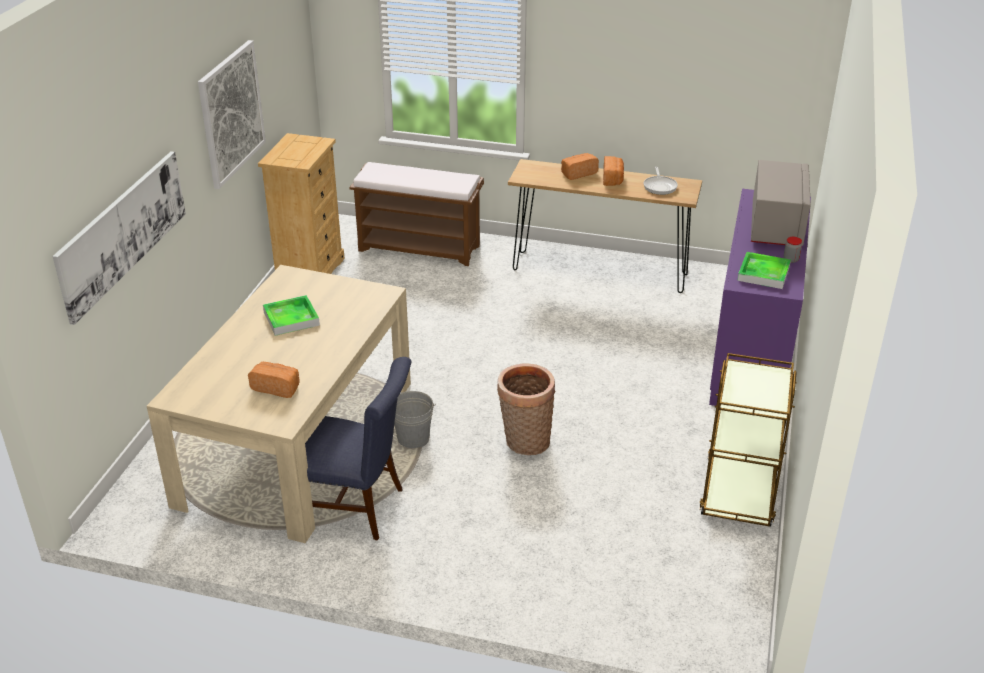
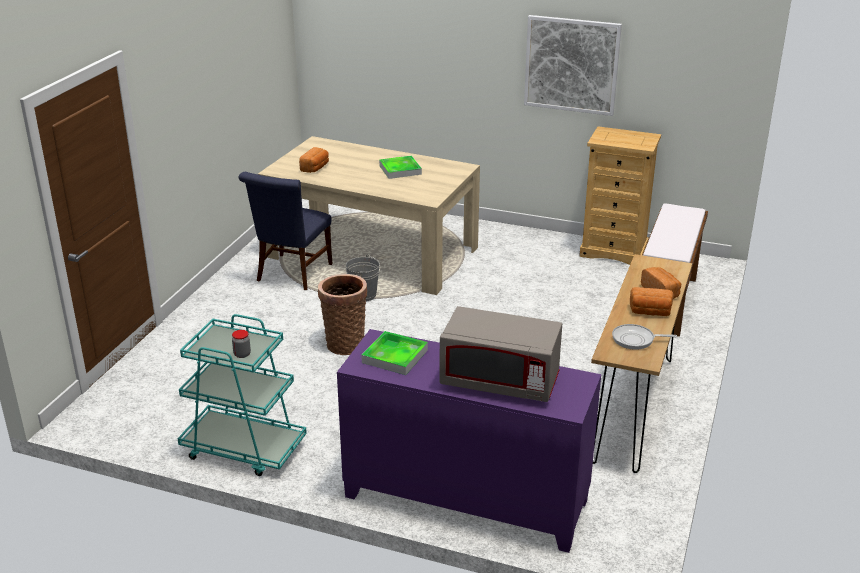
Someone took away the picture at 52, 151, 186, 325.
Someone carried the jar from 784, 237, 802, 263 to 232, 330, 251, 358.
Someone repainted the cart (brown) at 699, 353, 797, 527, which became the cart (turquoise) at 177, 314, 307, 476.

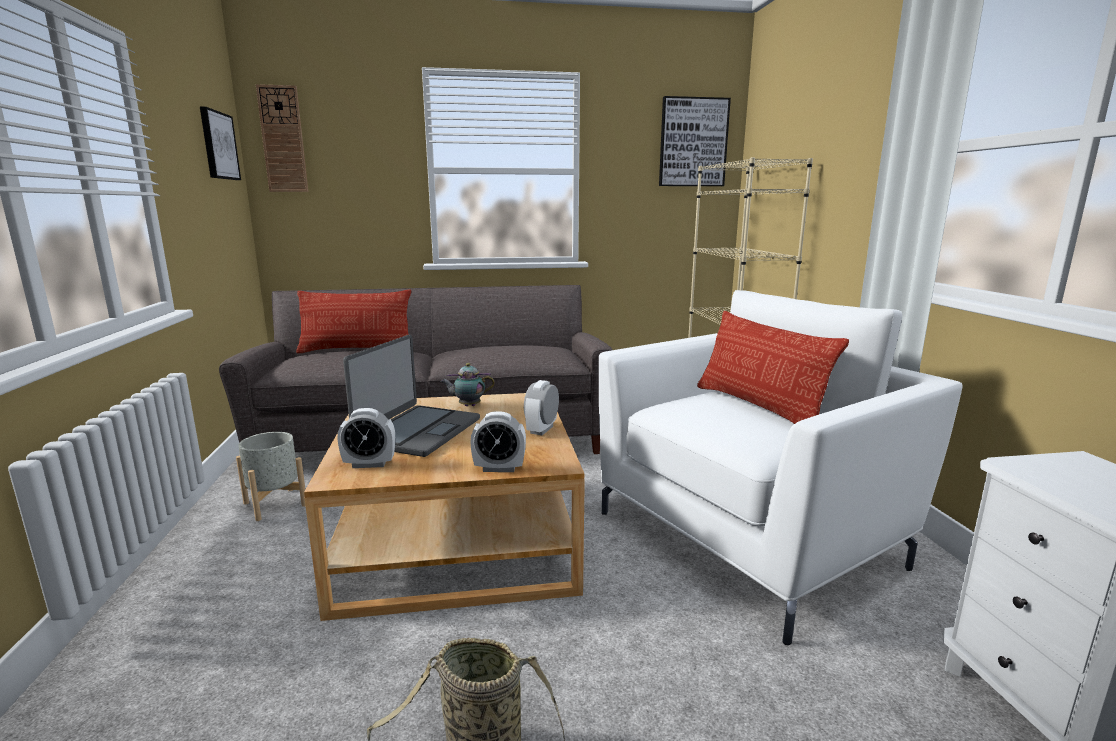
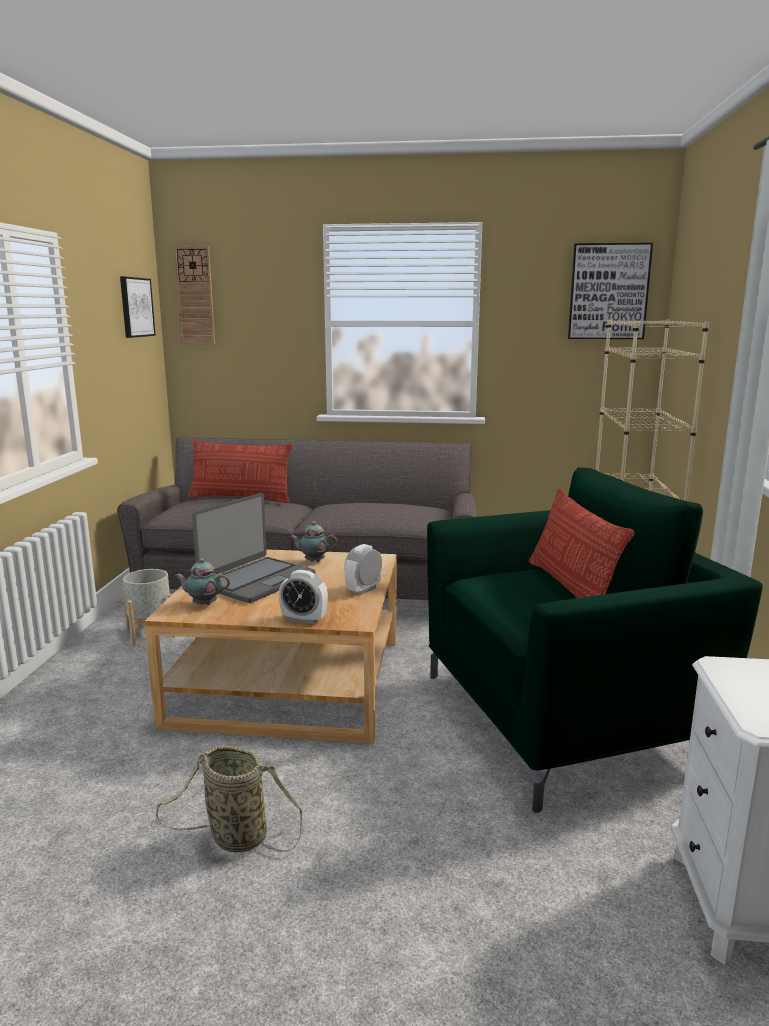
Someone swapped the alarm clock at 338, 408, 395, 468 for the teapot at 175, 559, 230, 605.
Someone repainted the armchair (white) at 599, 290, 963, 645, which became the armchair (green) at 427, 467, 763, 813.

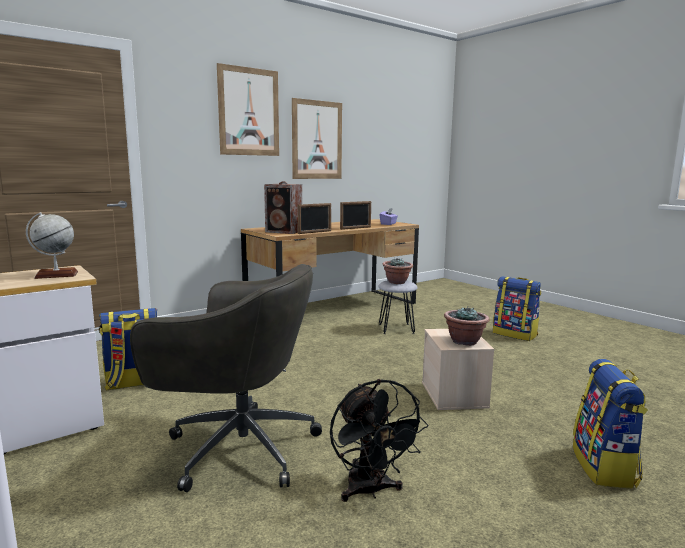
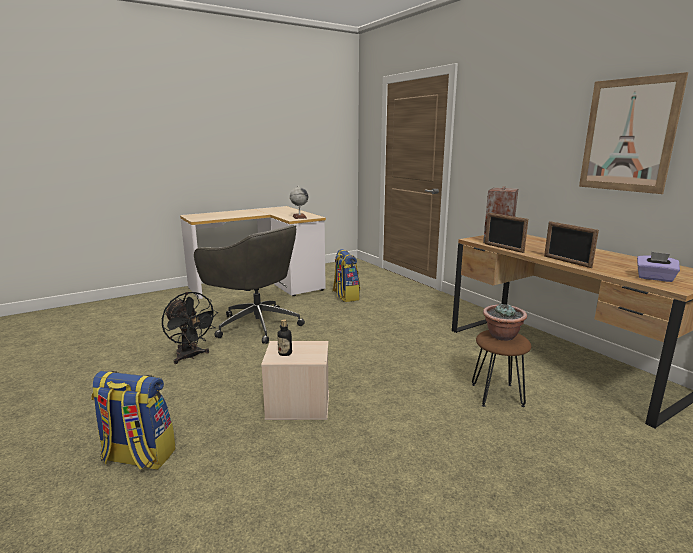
Someone took away the picture at 217, 63, 279, 156.
Someone took away the backpack at 493, 276, 541, 341.
Someone swapped the potted plant at 444, 307, 490, 346 for the bottle at 277, 319, 292, 356.
Someone repainted the stool (grey) at 379, 280, 418, 334, which became the stool (brown) at 472, 330, 531, 407.
Someone rotated the office chair (grey) at 130, 264, 322, 492 by 75 degrees counterclockwise.
Someone rotated the fan (black) at 330, 379, 428, 502 by 120 degrees counterclockwise.

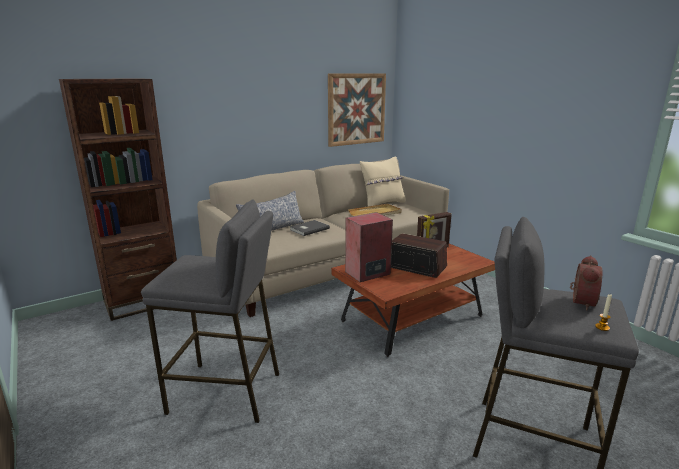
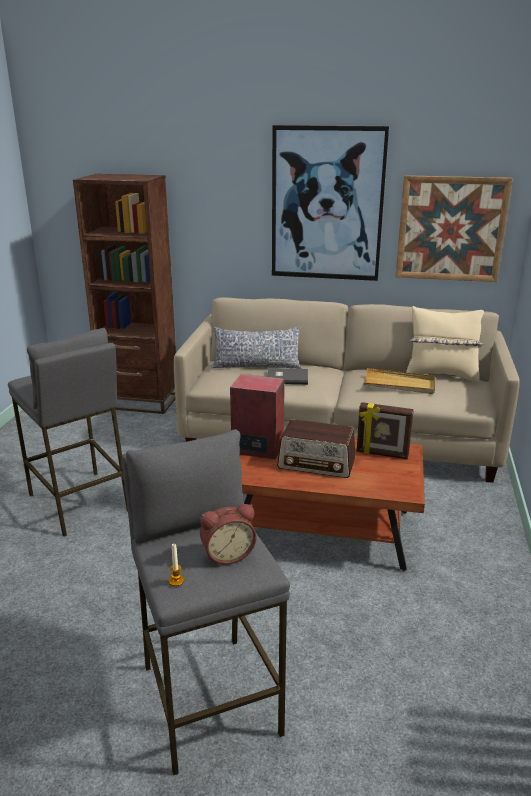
Someone put up the picture at 272, 125, 389, 281.
Someone rotated the radio at 391, 233, 447, 278 by 120 degrees clockwise.

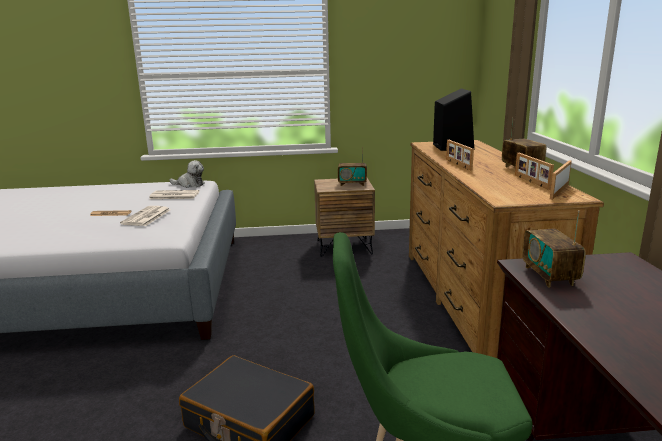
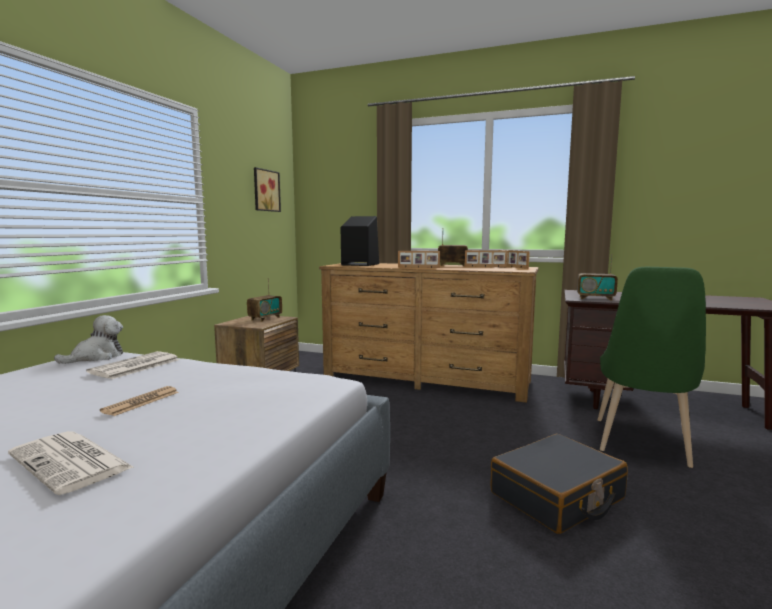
Someone put up the picture at 254, 167, 281, 212.
Someone carried the newspaper from 120, 206, 170, 226 to 8, 431, 135, 495.

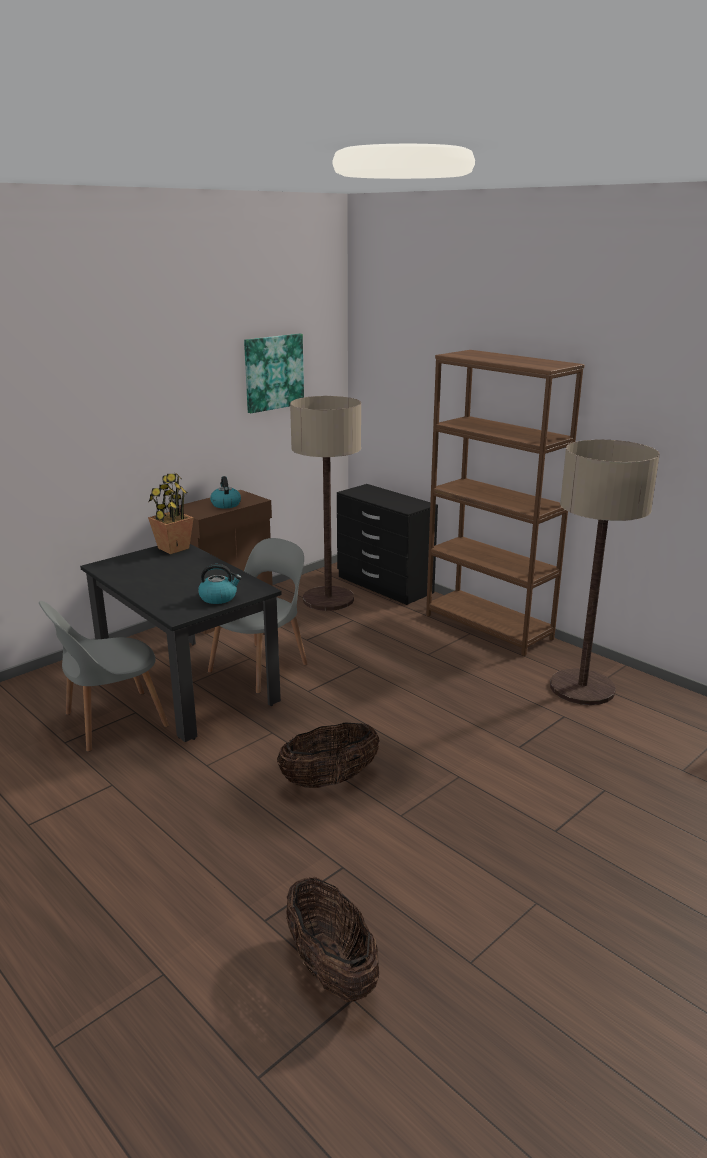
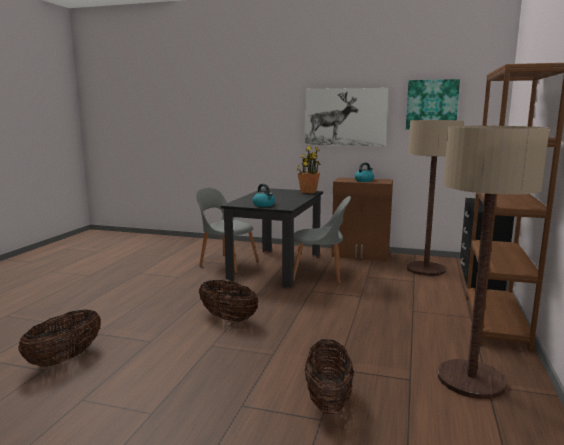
Someone put up the picture at 305, 88, 388, 146.
Someone put down the basket at 305, 339, 354, 414.

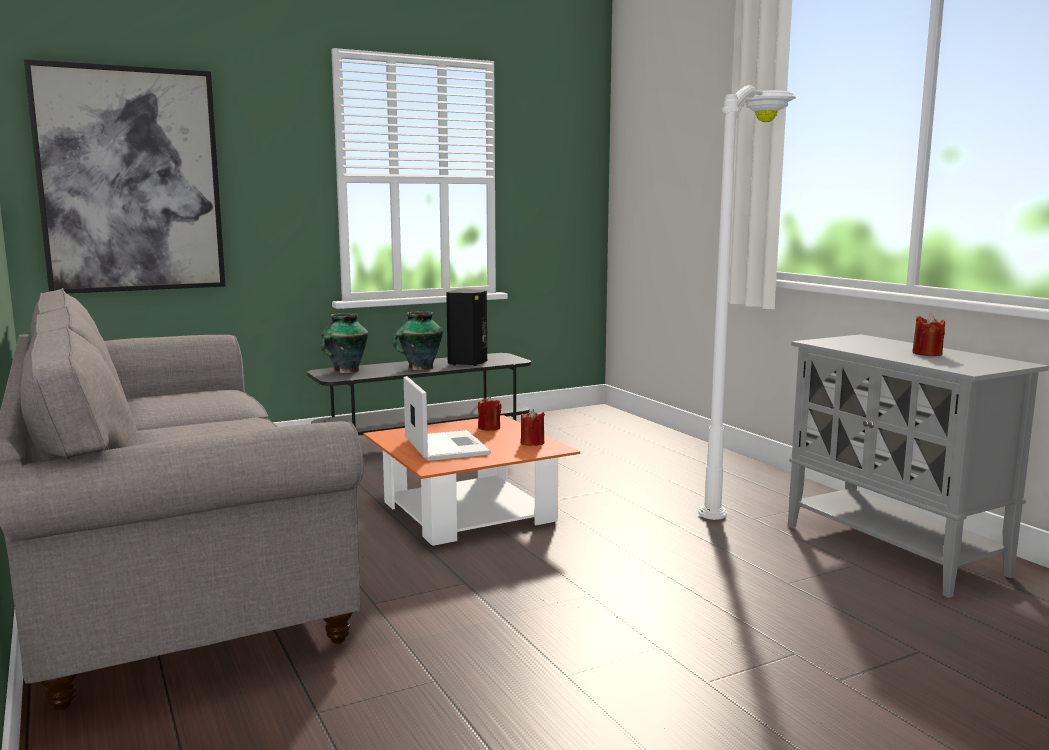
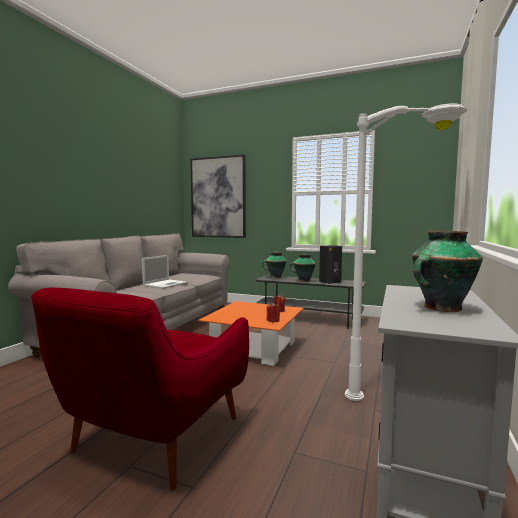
Someone put down the armchair (red) at 31, 288, 249, 490.
Someone carried the laptop from 404, 376, 491, 461 to 142, 255, 188, 289.
Someone swapped the candle (red) at 912, 314, 945, 356 for the vase at 412, 231, 483, 312.

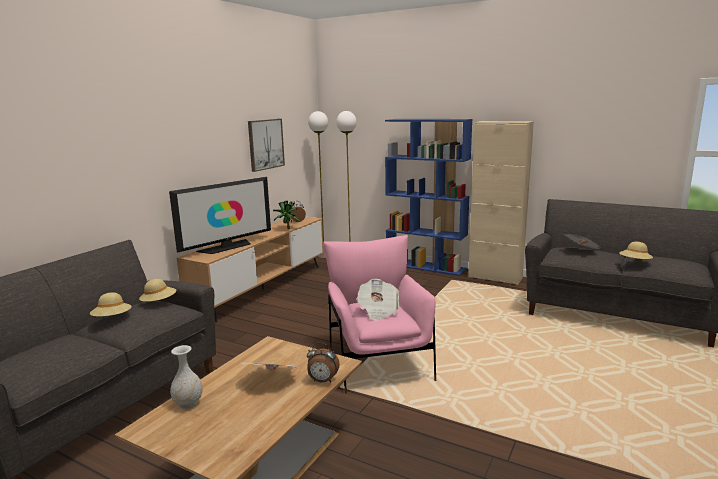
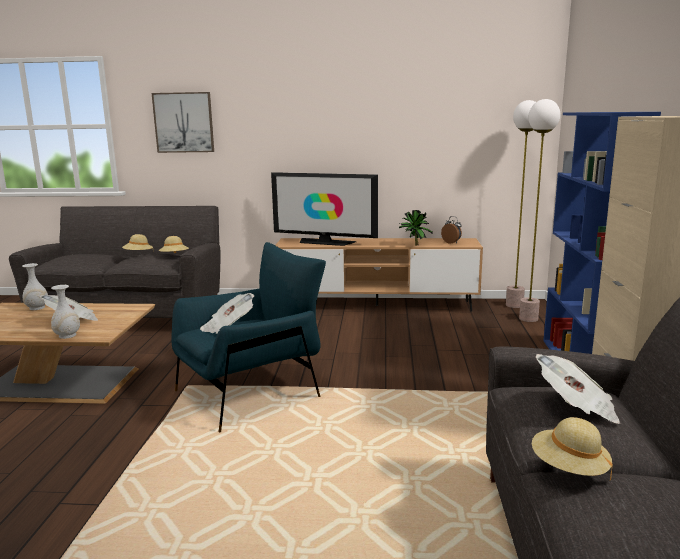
Someone carried the picture from 248, 119, 285, 172 to 152, 92, 214, 153.
Someone swapped the alarm clock at 307, 343, 340, 382 for the vase (white) at 51, 285, 80, 339.
Someone repainted the armchair (pink) at 323, 235, 436, 394, which became the armchair (blue) at 171, 242, 326, 432.

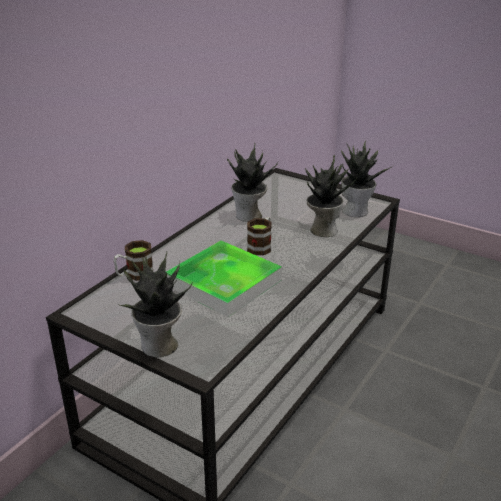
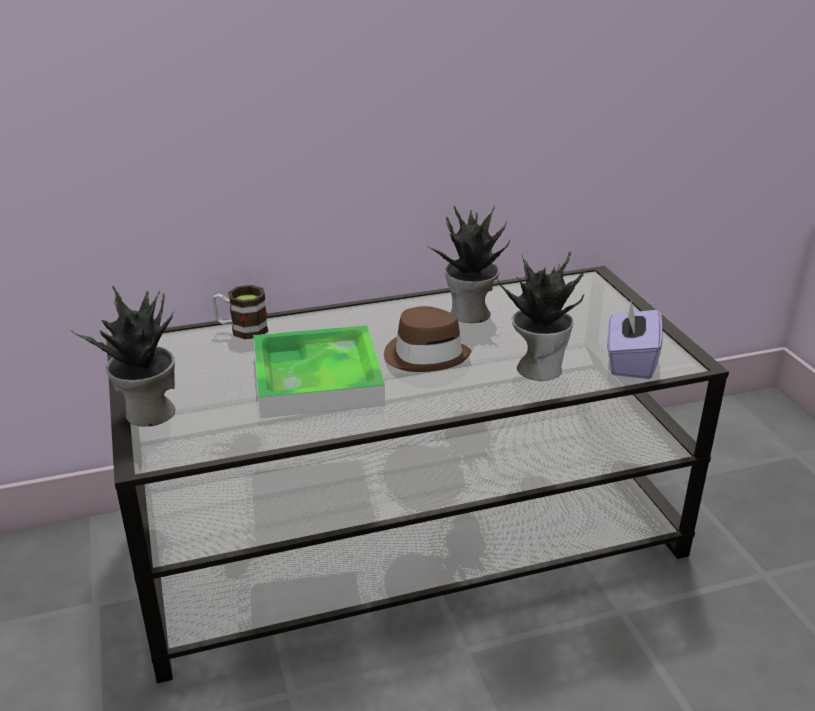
Someone swapped the mug at 247, 217, 272, 255 for the hat (brown) at 384, 306, 471, 372.
Someone swapped the potted plant at 341, 140, 393, 217 for the tissue box (purple) at 607, 301, 663, 379.

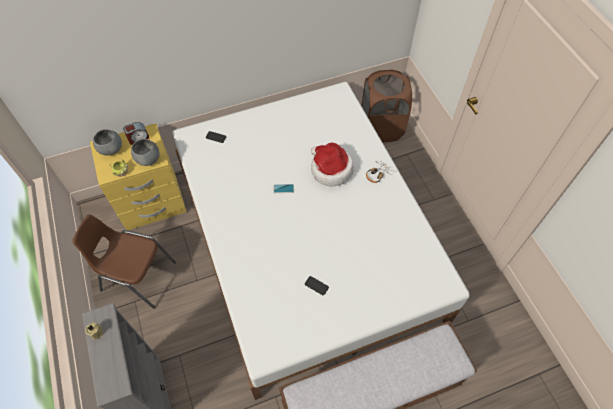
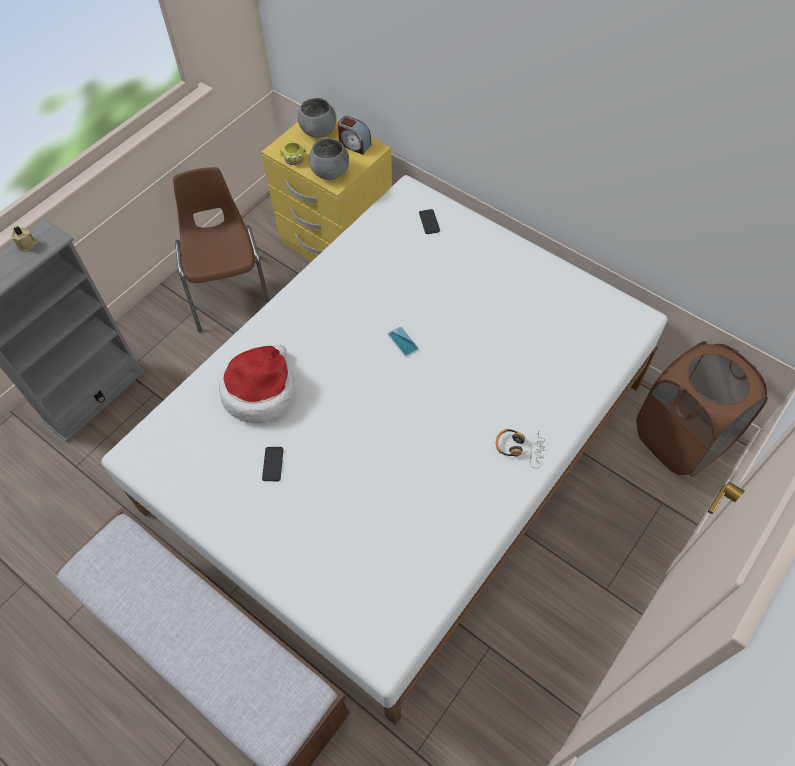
Someone carried the hat from 311, 143, 354, 186 to 219, 345, 295, 423.

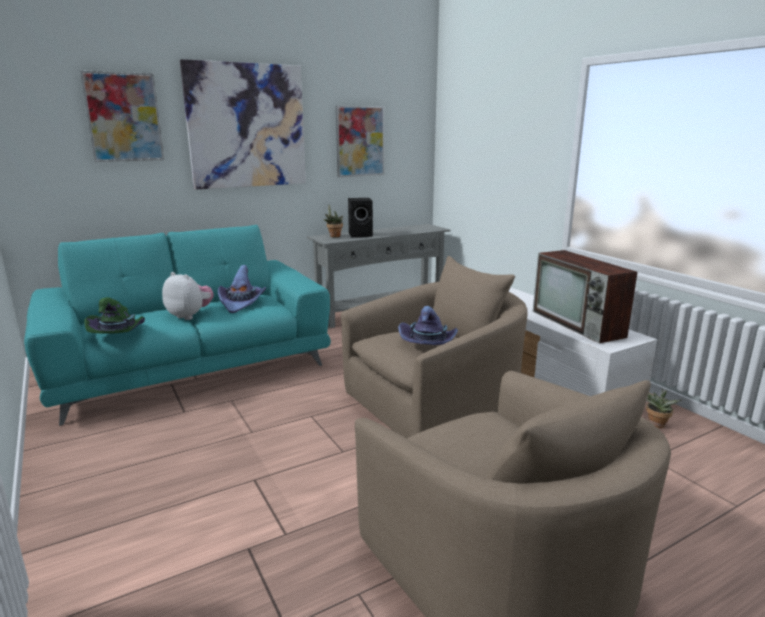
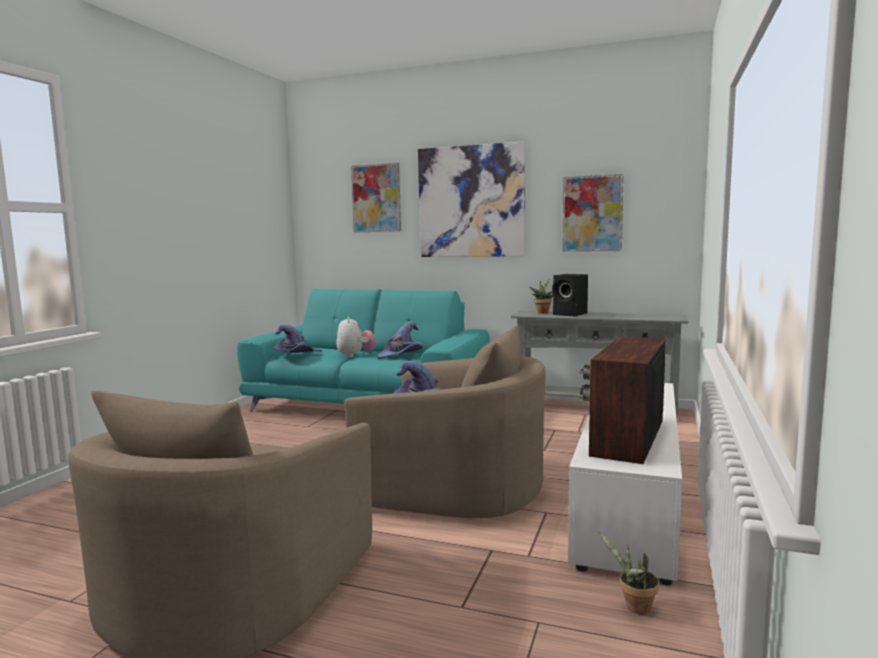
Someone repainted the hat (green) at 84, 297, 145, 334, which became the hat (purple) at 273, 324, 321, 353.

